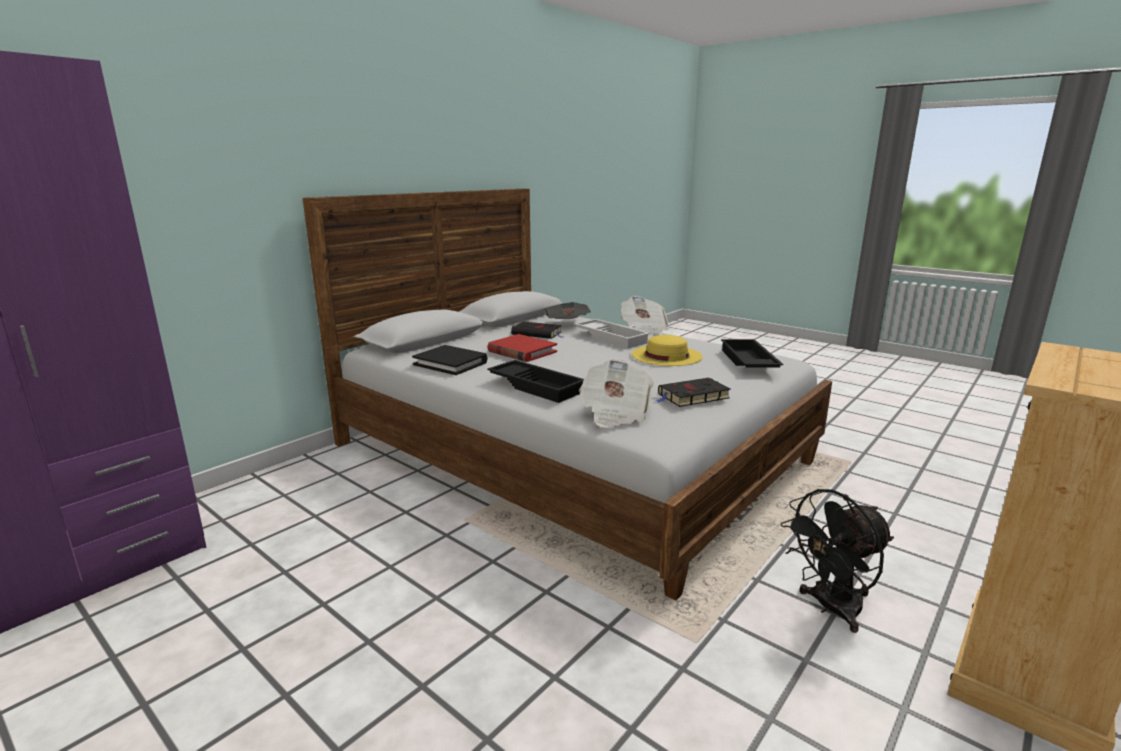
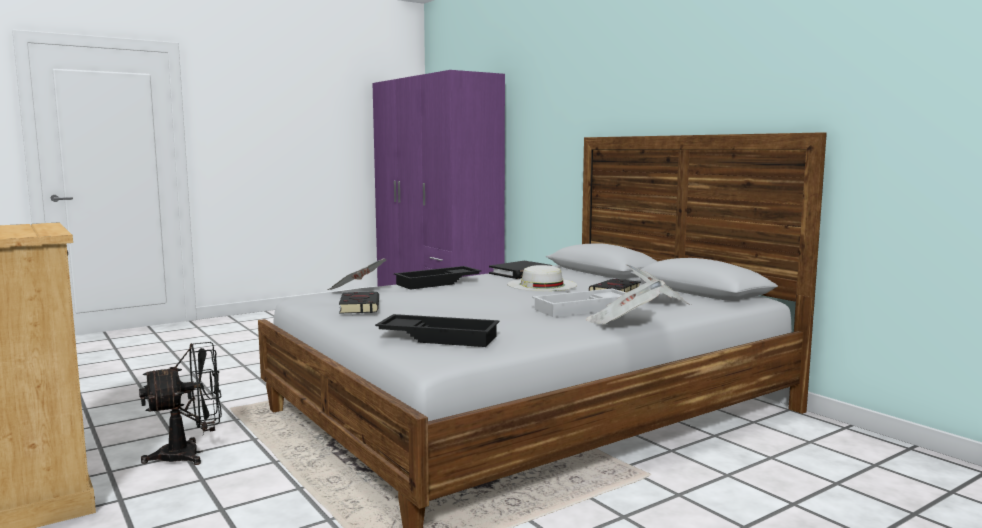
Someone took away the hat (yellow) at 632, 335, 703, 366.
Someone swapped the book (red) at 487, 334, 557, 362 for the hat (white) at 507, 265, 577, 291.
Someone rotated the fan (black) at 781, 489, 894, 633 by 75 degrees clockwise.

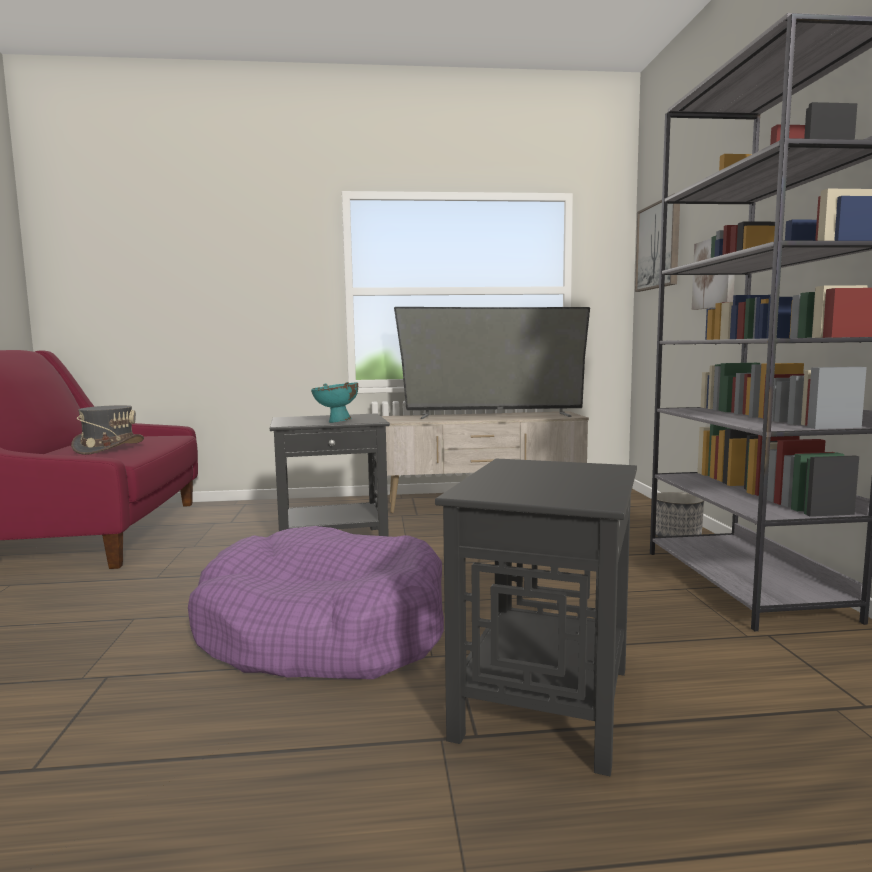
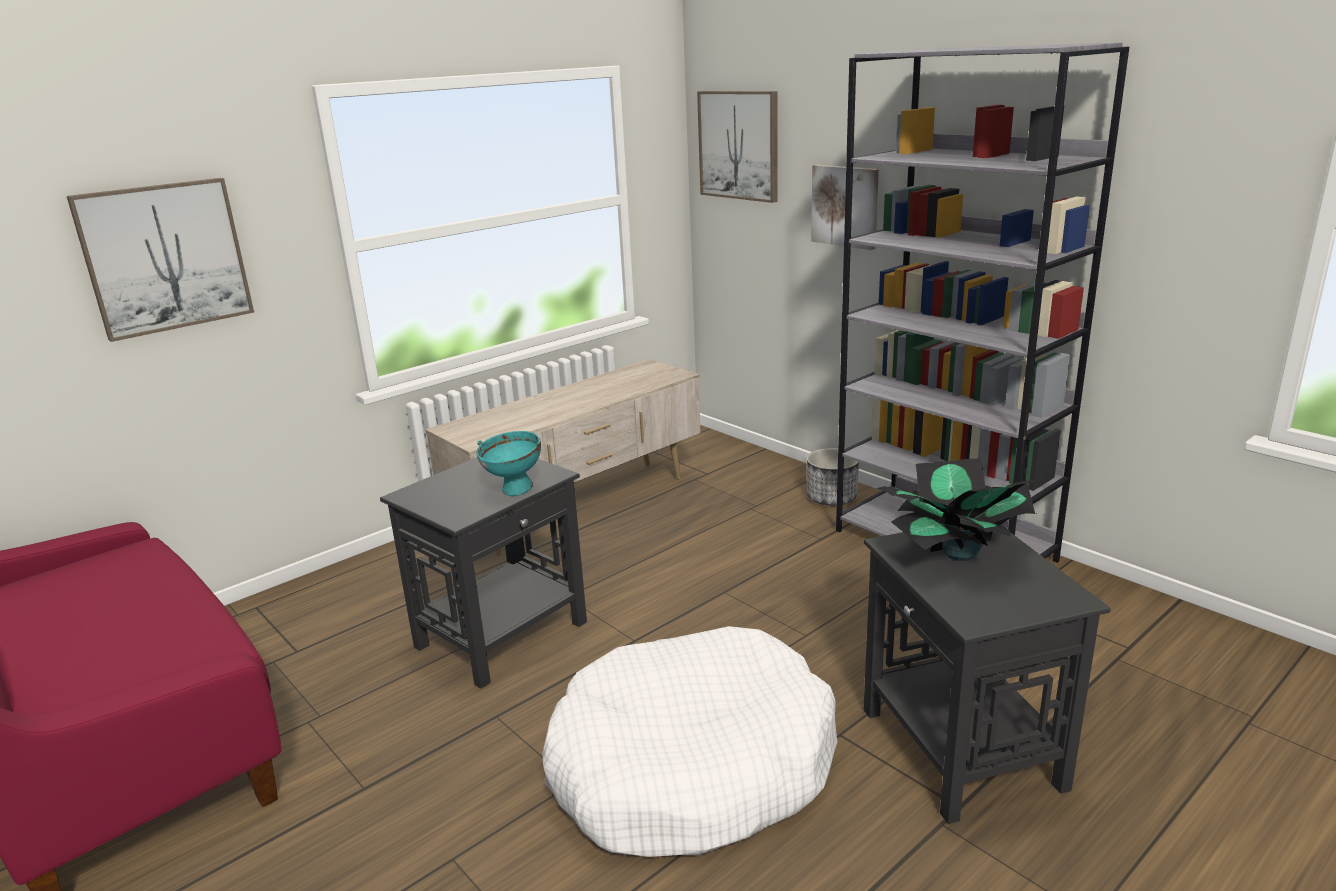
Someone took away the hat (grey) at 71, 405, 144, 455.
Someone took away the television at 394, 307, 590, 419.
Someone put up the picture at 67, 178, 254, 342.
Someone put down the potted plant at 876, 458, 1041, 561.
Someone repainted the dog bed (purple) at 188, 526, 444, 679, which became the dog bed (white) at 542, 626, 837, 857.

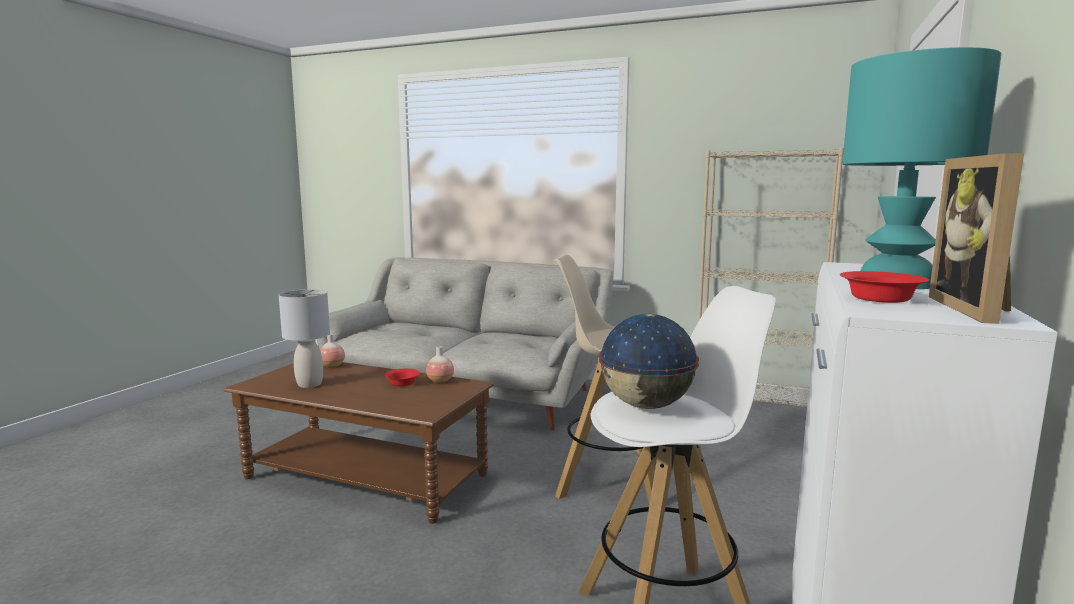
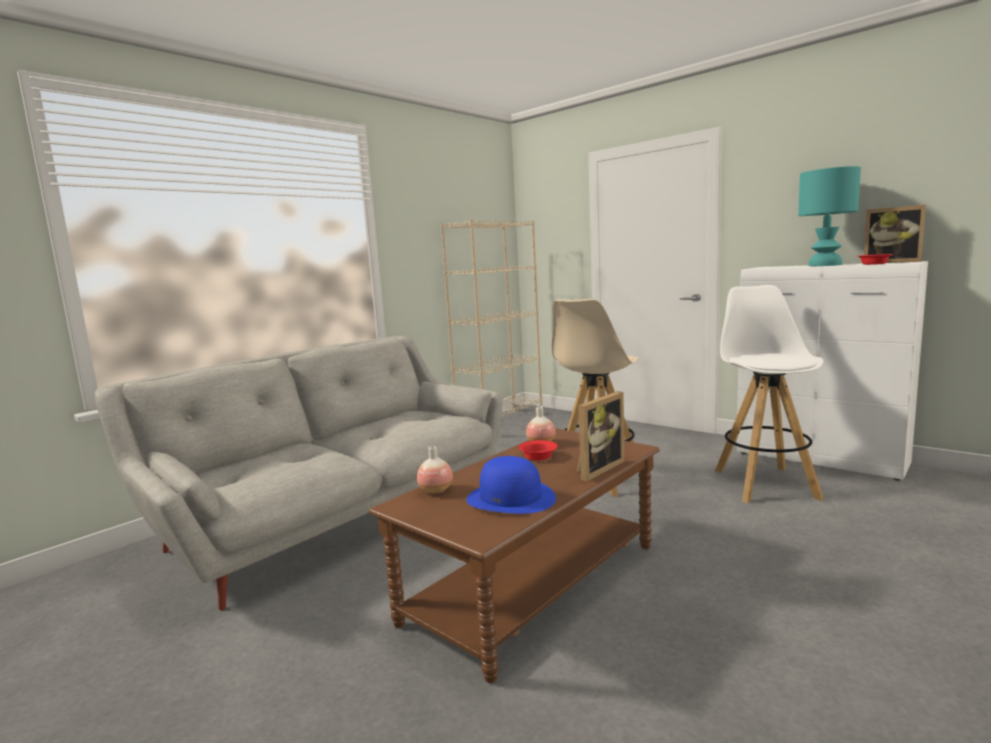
Someone took away the globe at 599, 314, 699, 409.
Someone put down the picture frame at 577, 391, 625, 482.
Someone swapped the table lamp (grey) at 279, 289, 330, 388 for the hat (blue) at 466, 456, 556, 514.

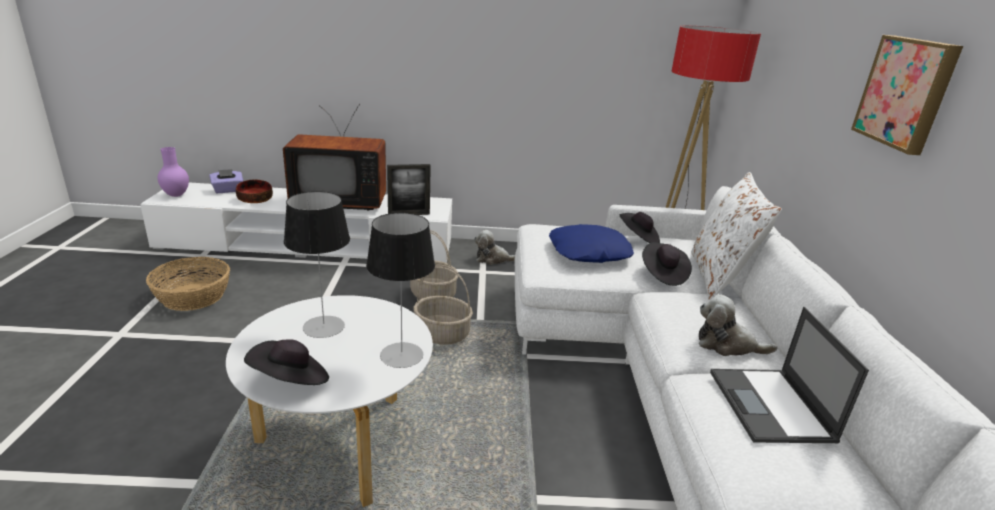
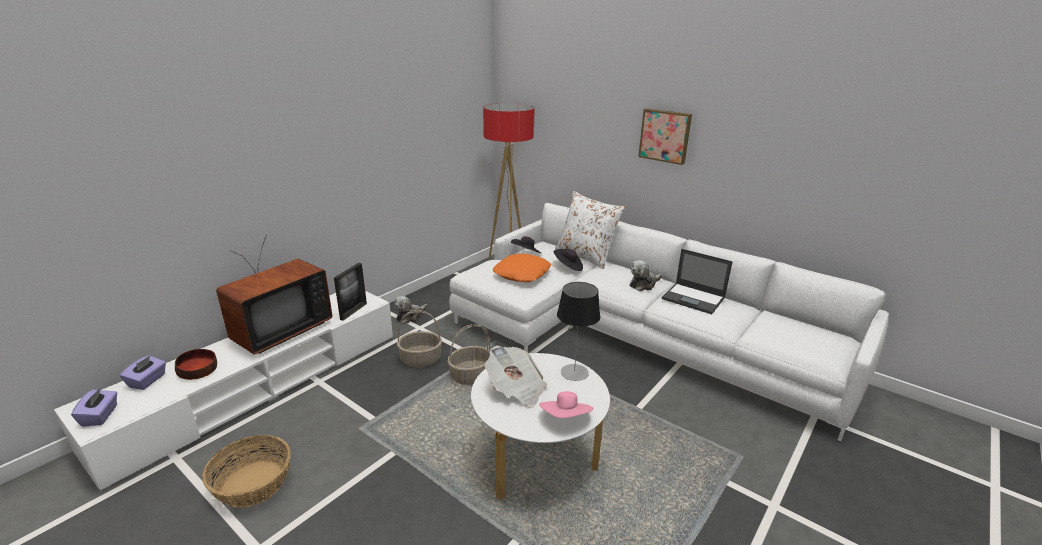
Someone swapped the vase (purple) at 157, 147, 189, 197 for the tissue box (purple) at 71, 388, 117, 427.
Someone swapped the table lamp at 284, 191, 350, 338 for the newspaper at 485, 345, 547, 408.
Someone repainted the hat (black) at 244, 339, 329, 385, which became the hat (pink) at 539, 391, 593, 418.
Someone repainted the pillow (blue) at 549, 224, 634, 263, which became the pillow (orange) at 493, 254, 551, 282.

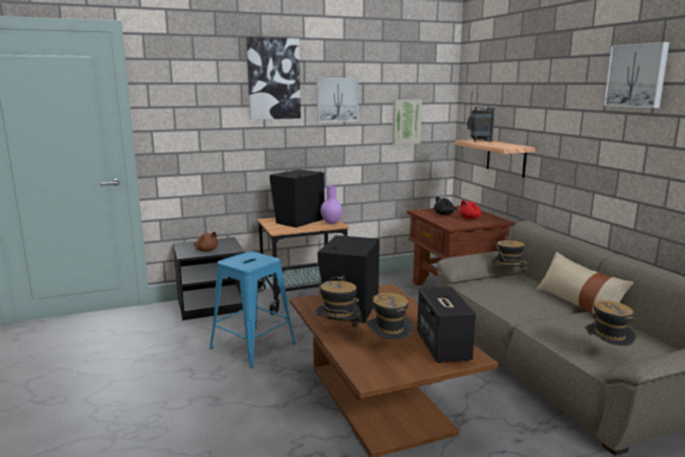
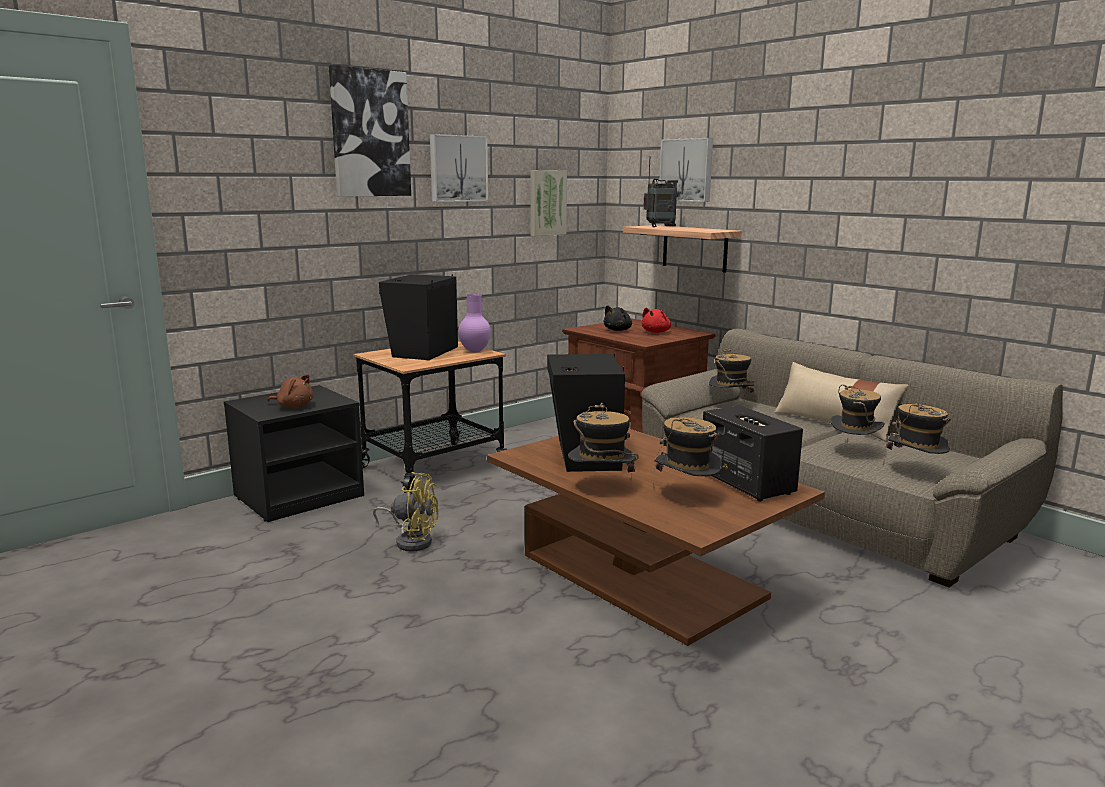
Someone put down the hat at 830, 385, 885, 443.
Someone carried the picture from 604, 42, 669, 108 to 659, 138, 713, 202.
Someone swapped the stool (blue) at 210, 251, 296, 367 for the fan (yellow) at 373, 472, 439, 552.

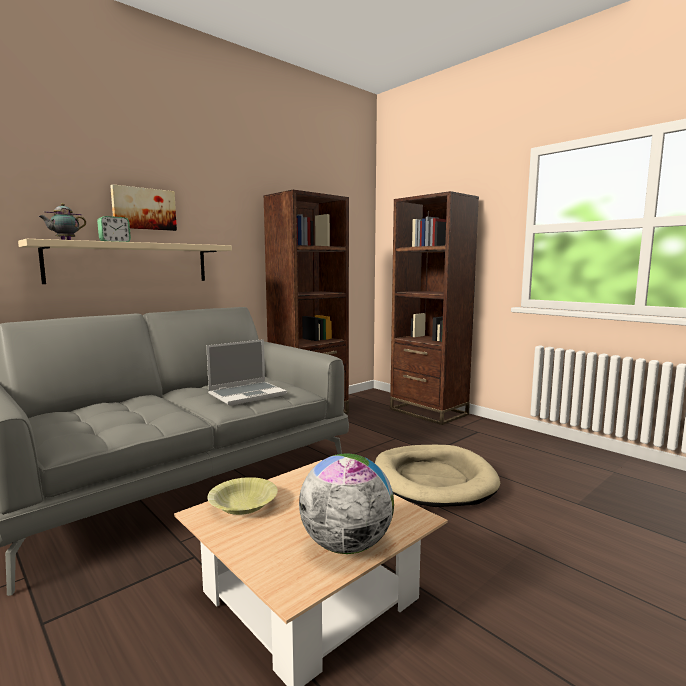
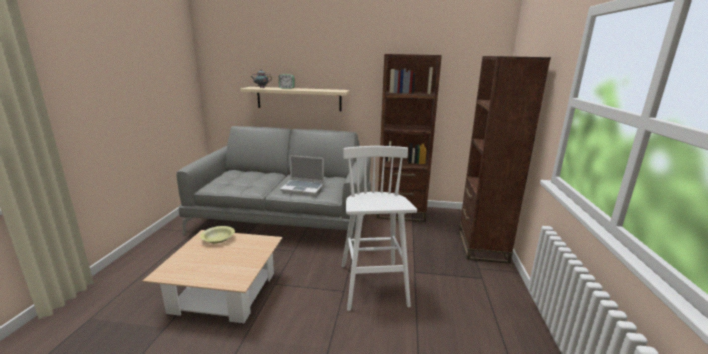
Someone took away the picture at 110, 184, 177, 231.
Someone took away the globe at 299, 453, 394, 554.
Someone swapped the dog bed (beige) at 375, 445, 500, 507 for the stool (white) at 342, 146, 417, 311.

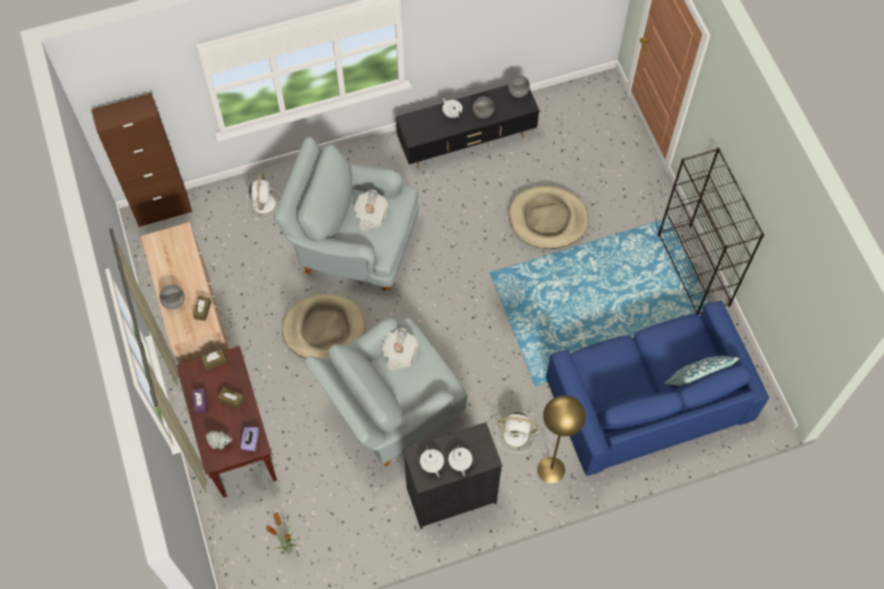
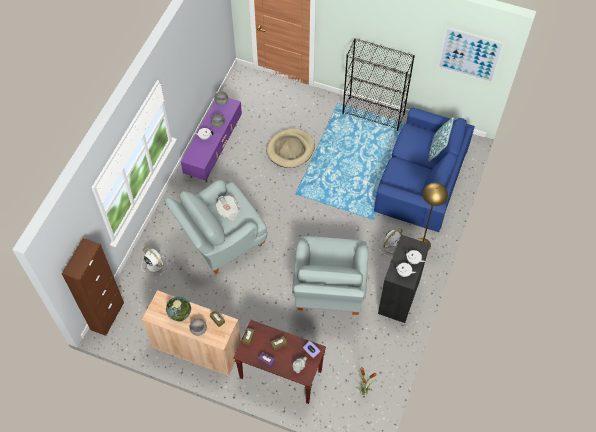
Someone took away the dog bed (beige) at 282, 294, 366, 359.
Someone took away the newspaper at 382, 328, 418, 370.
Someone put down the globe at 166, 297, 191, 321.
Someone put up the picture at 437, 27, 505, 83.
Someone repainted the tv stand (black) at 396, 85, 540, 169, which became the tv stand (purple) at 181, 98, 242, 183.

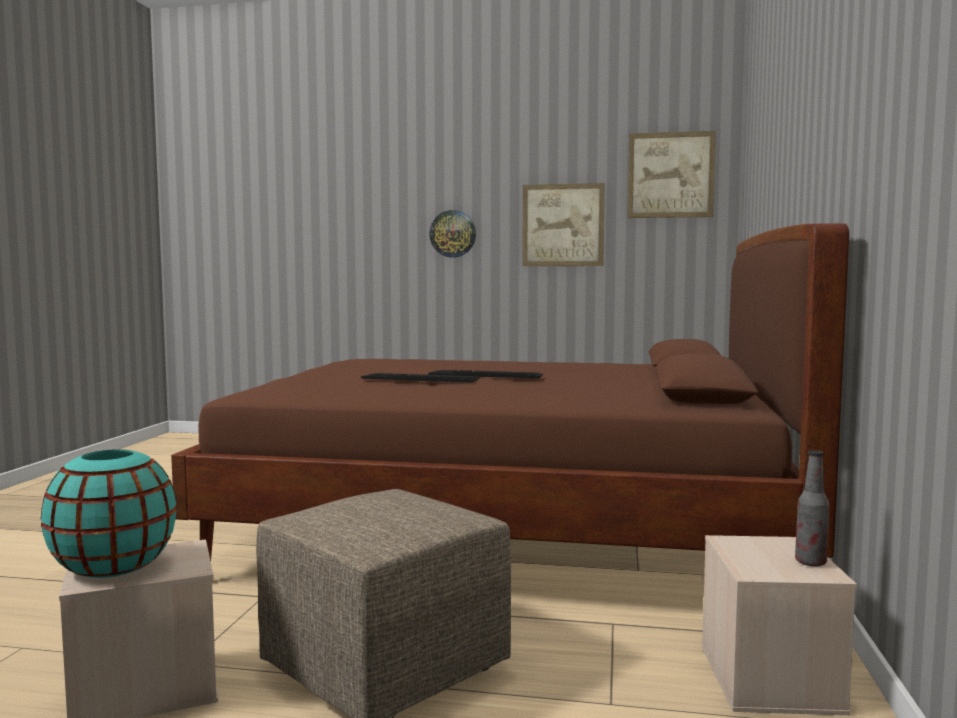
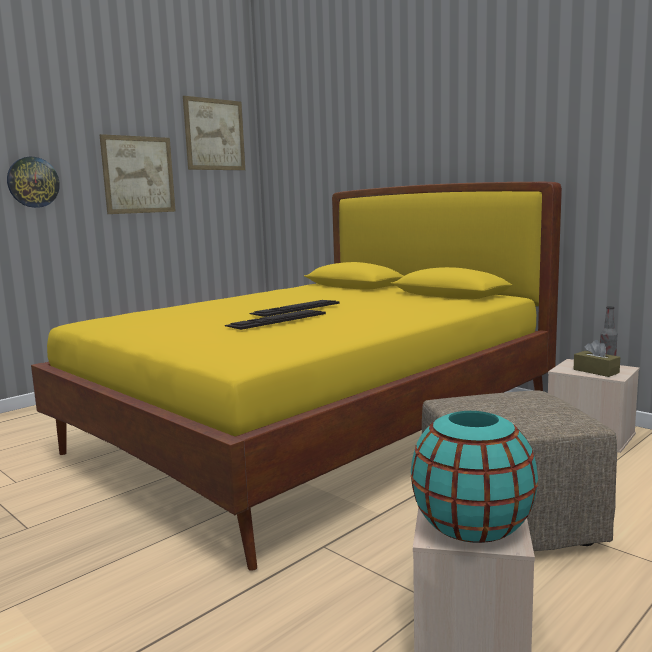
Someone put down the tissue box (brown) at 574, 340, 620, 377.
Someone repainted the bed (brown) at 171, 223, 849, 561, which became the bed (yellow) at 31, 182, 562, 571.

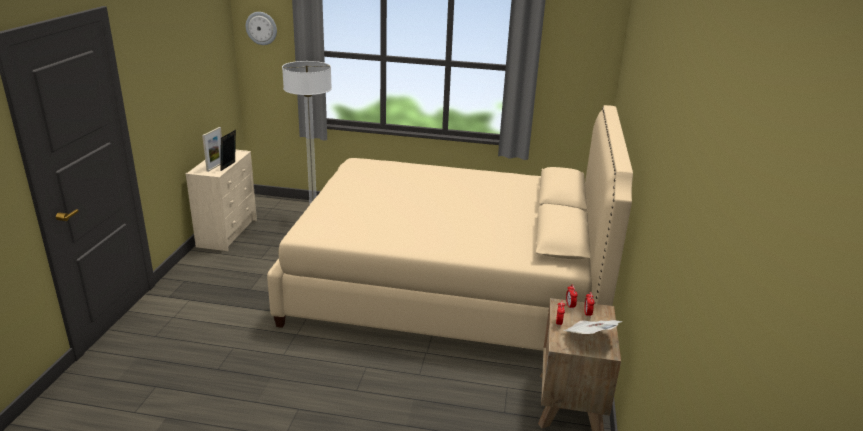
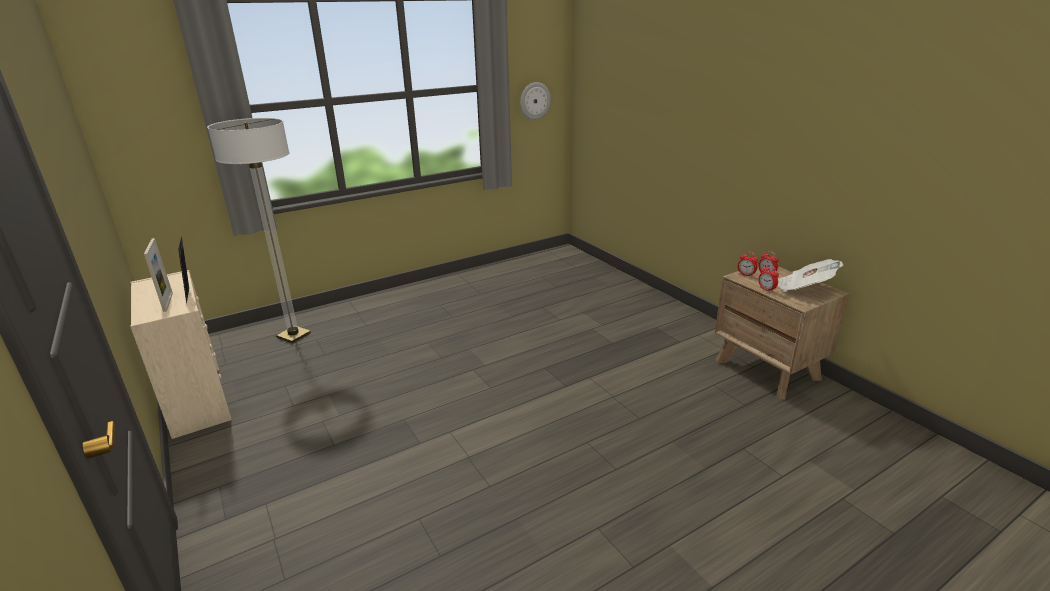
Someone took away the bed (beige) at 267, 105, 633, 351.
Someone carried the wall clock from 246, 12, 277, 45 to 520, 82, 551, 120.

